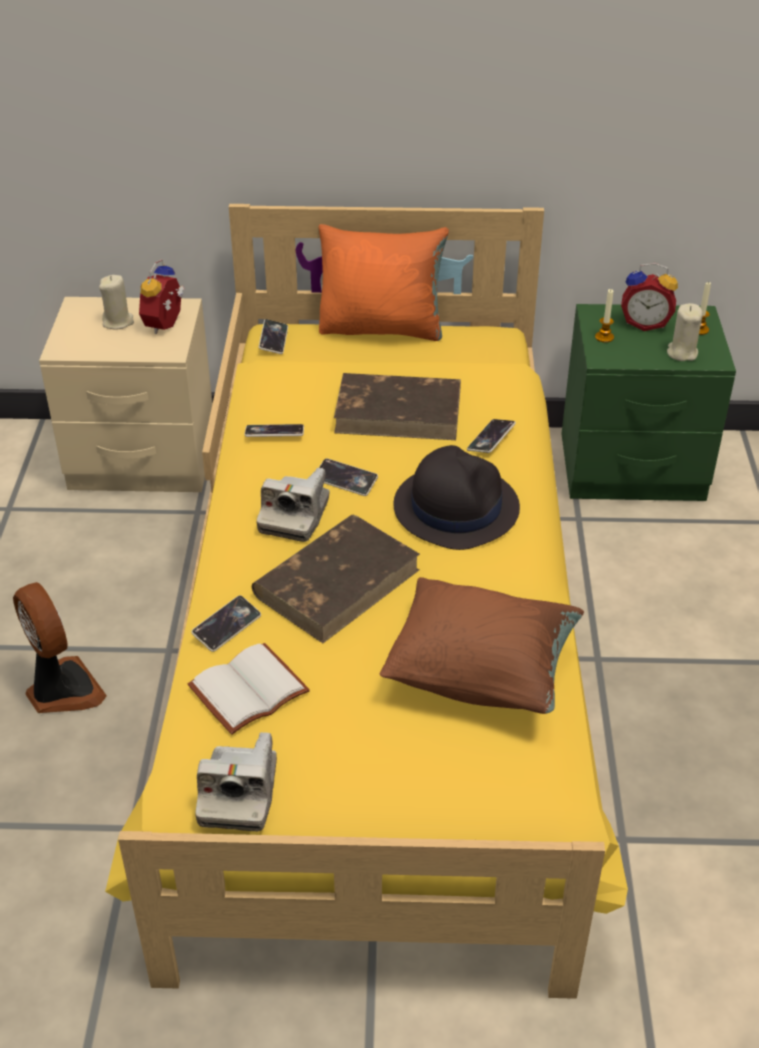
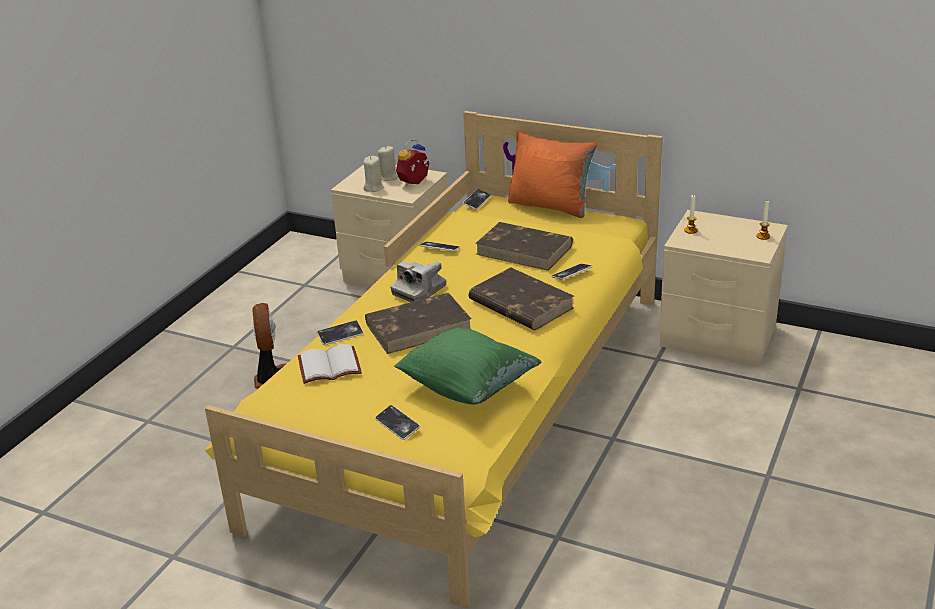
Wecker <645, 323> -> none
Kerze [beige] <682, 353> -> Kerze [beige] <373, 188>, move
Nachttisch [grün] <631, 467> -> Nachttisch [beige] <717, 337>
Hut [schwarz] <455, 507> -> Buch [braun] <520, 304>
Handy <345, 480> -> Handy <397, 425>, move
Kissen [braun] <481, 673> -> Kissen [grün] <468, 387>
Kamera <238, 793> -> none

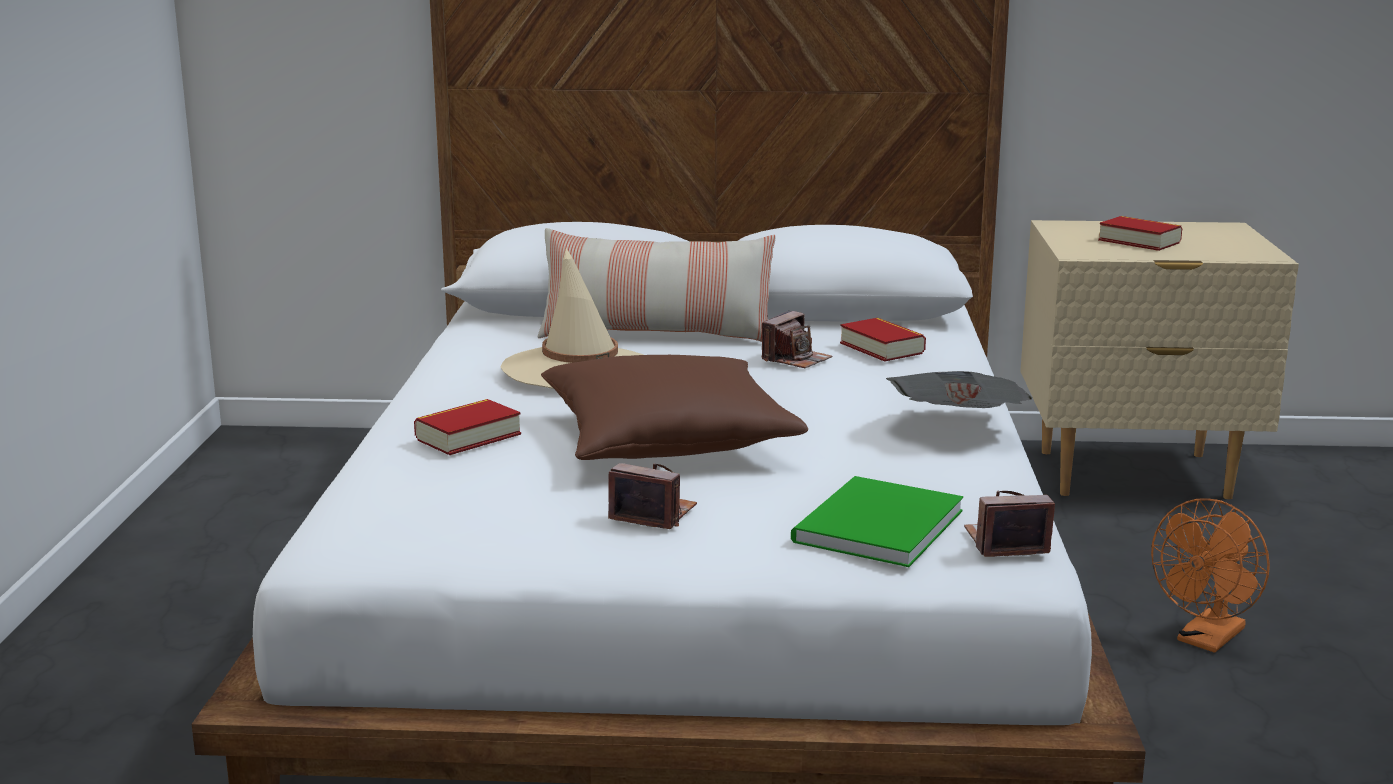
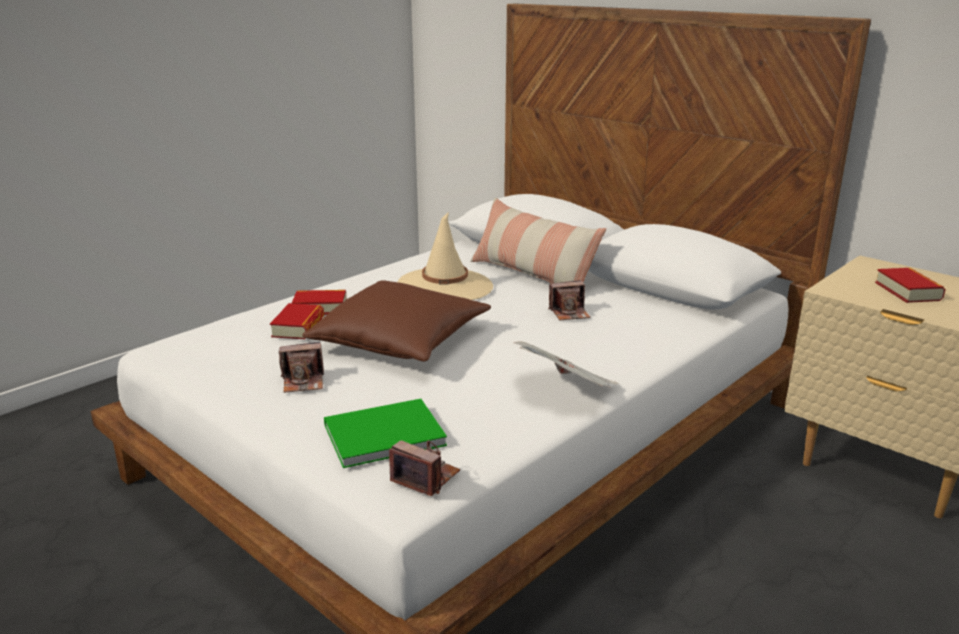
Buch <882, 348> -> Buch <298, 327>, move
Kamera <653, 514> -> Kamera <303, 382>, 105 degrees clockwise
Ventilator [orange] <1206, 640> -> none

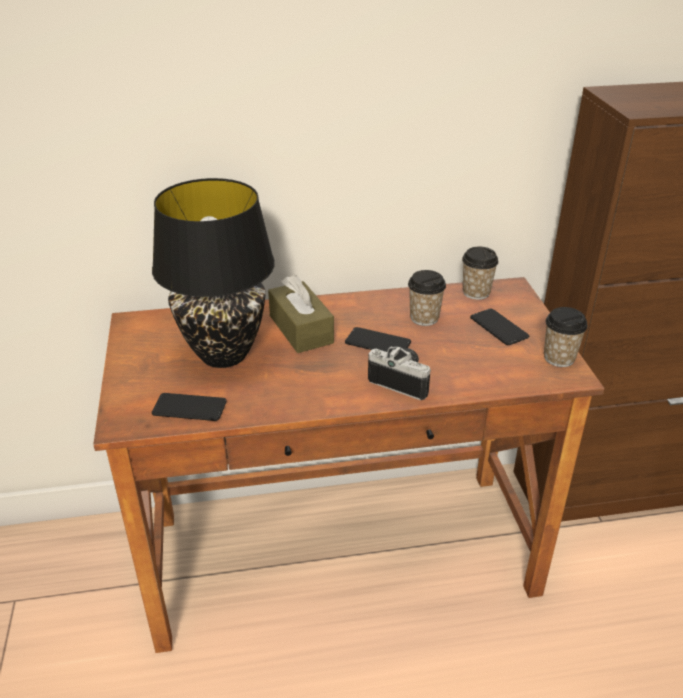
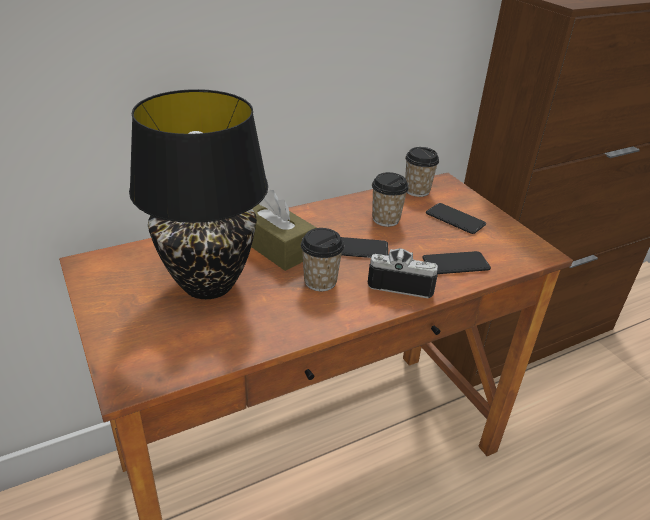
Tasse <559, 358> -> Tasse <320, 281>, move
Handy <189, 408> -> Handy <456, 264>, move

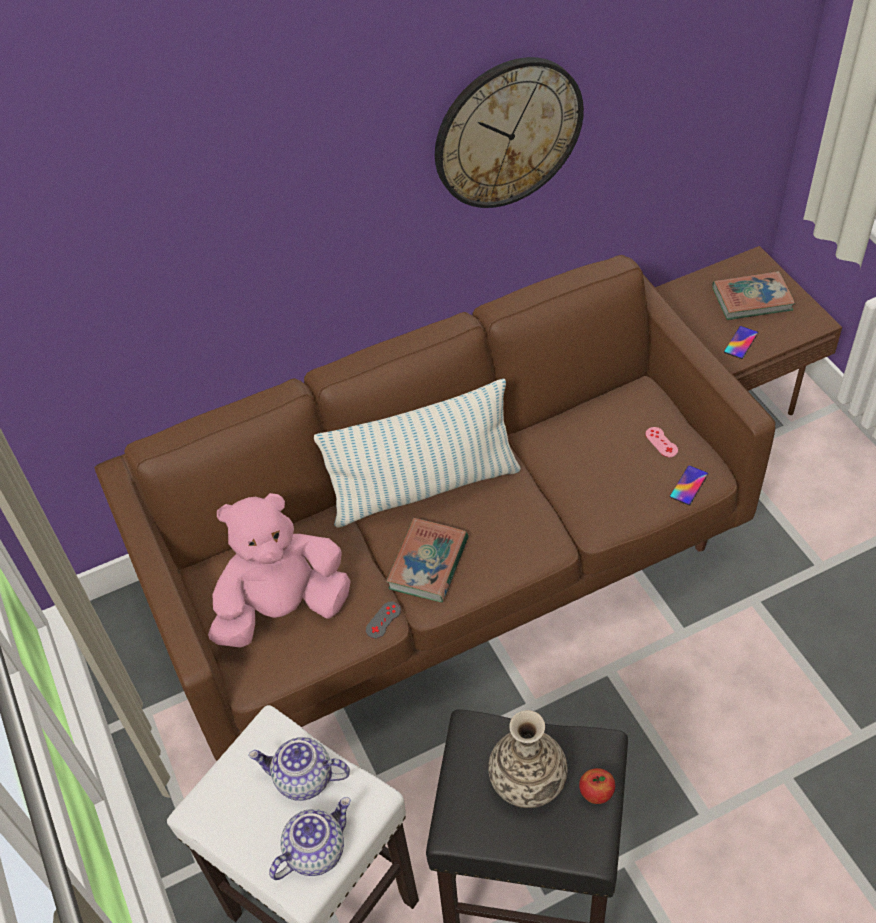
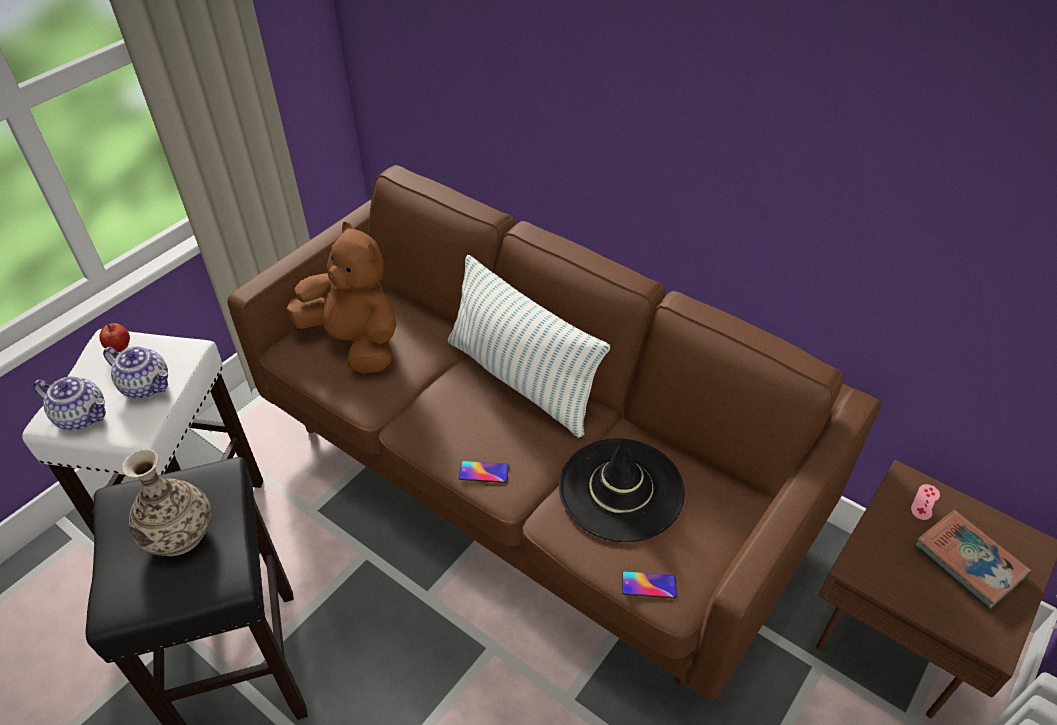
Wanduhr <508, 133> -> none
Handy <741, 342> -> Handy <484, 472>, move
Gamepad [rosa] <661, 442> -> Gamepad [rosa] <925, 502>, move
Plüschtier [rosa] <282, 608> -> Plüschtier [braun] <355, 342>
Buch <428, 563> -> none
Gamepad [grau] <383, 620> -> none
Teekanne <303, 779> -> Teekanne <147, 385>, 135 degrees clockwise
Apfel <596, 793> -> Apfel <119, 347>, move
none -> Hut [schwarz] <621, 489>

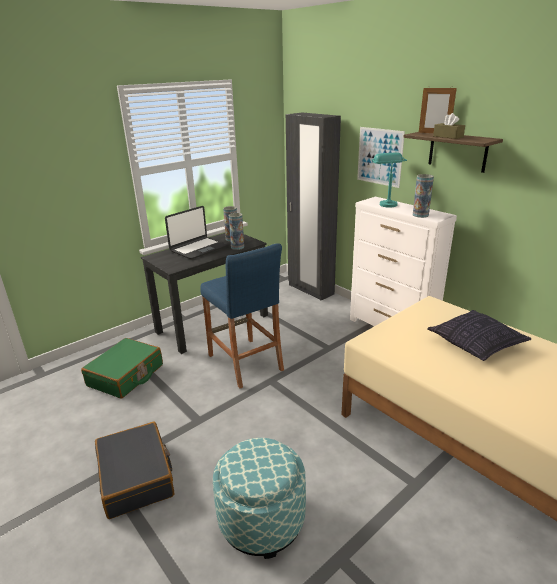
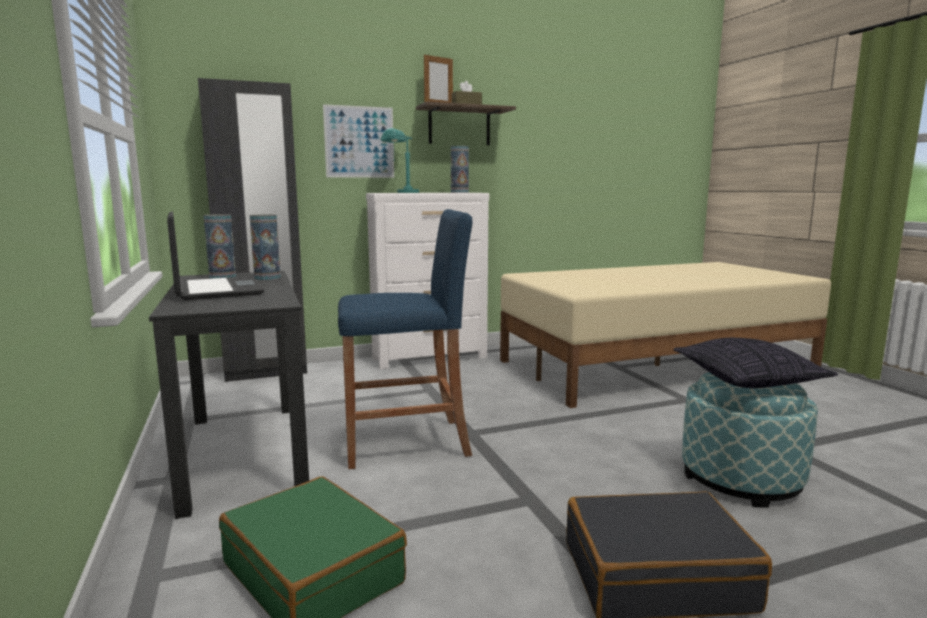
Kissen <475, 344> -> Kissen <748, 380>, move

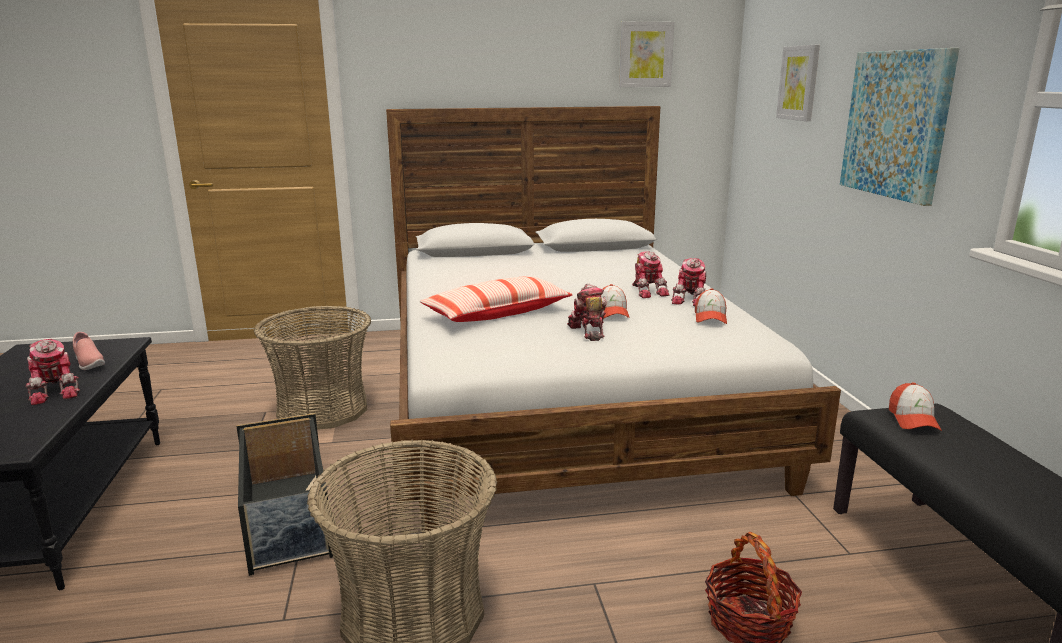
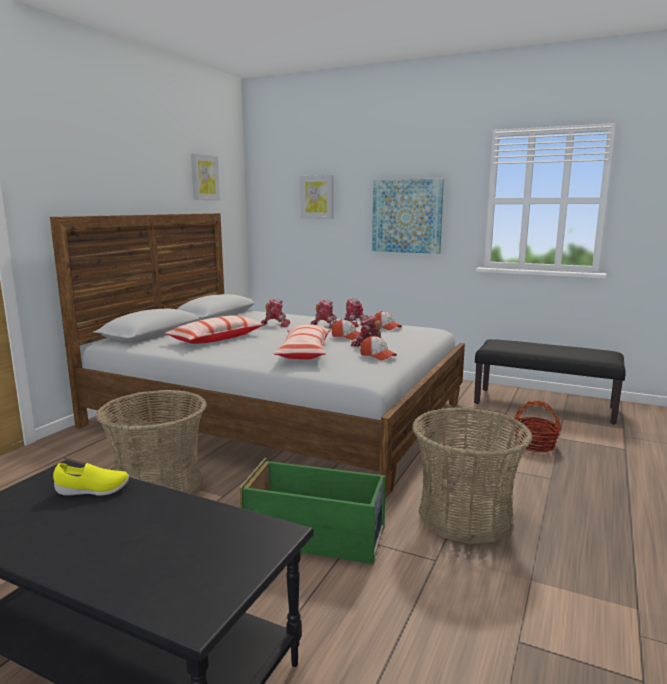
Schuh [rosa] <89, 363> -> Schuh [gelb] <92, 491>
Spielzeugroboter <57, 391> -> Spielzeugroboter <276, 324>, move
Kappe <913, 419> -> Kappe <377, 356>, move
Aufbewahrungsbox [schwarz] <288, 520> -> Aufbewahrungsbox [grün] <316, 536>
none -> Kissen <216, 339>

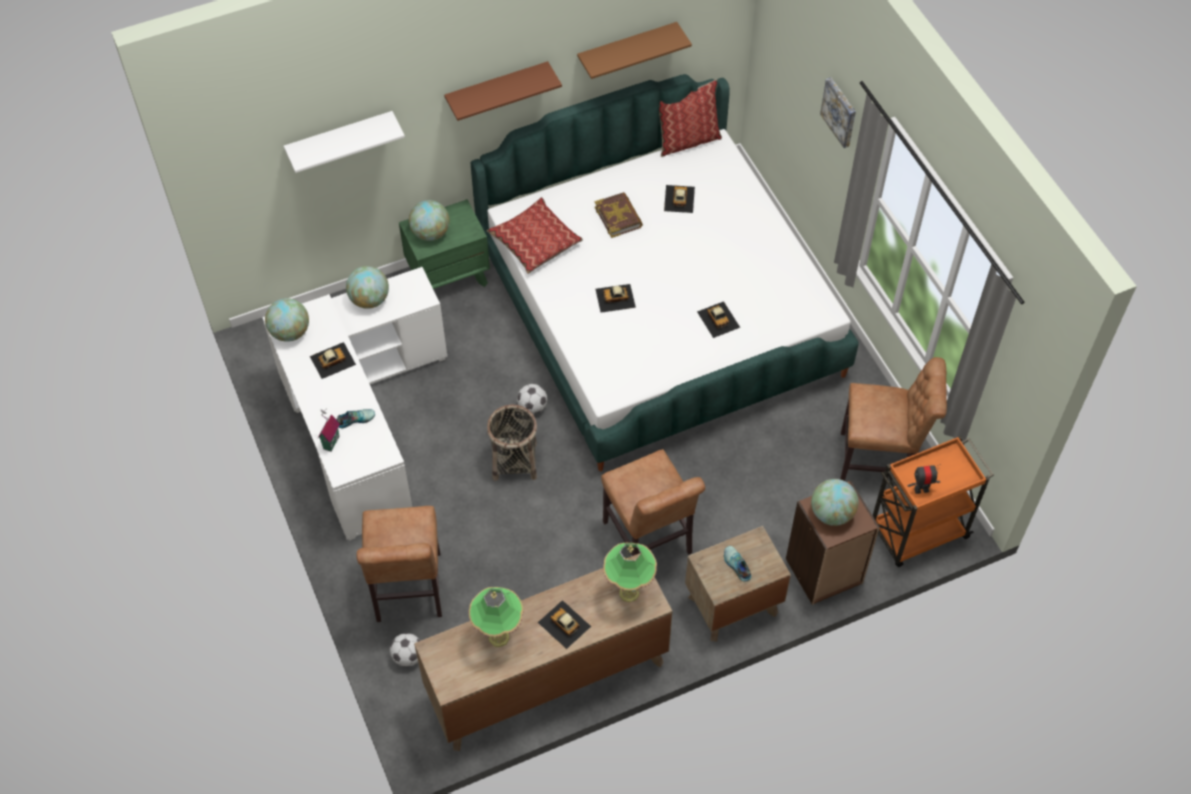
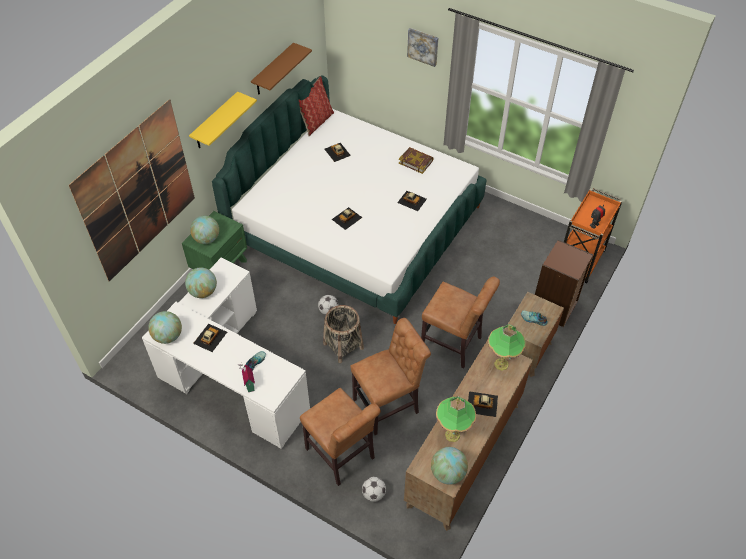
Wandregal [braun] <497, 89> -> Wandregal [gelb] <215, 121>
Wandregal [weiß] <340, 139> -> Bild <138, 192>
Buch <618, 217> -> Buch <416, 162>, move
Kissen <535, 241> -> none
Stuhl [braun] <879, 462> -> Stuhl [braun] <389, 405>, move
Globus <832, 513> -> Globus <448, 473>, move

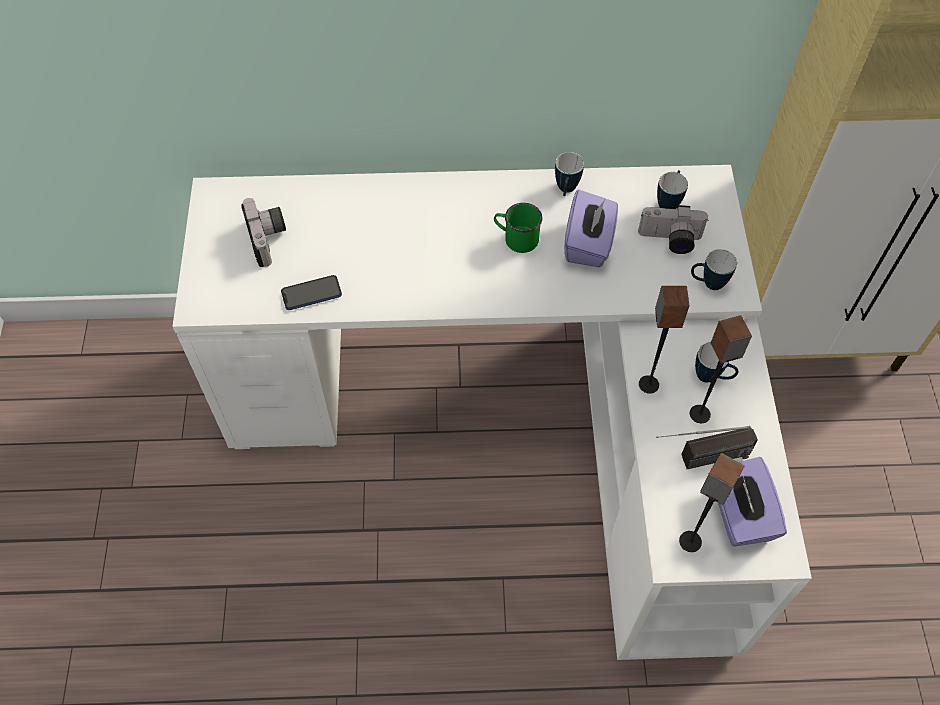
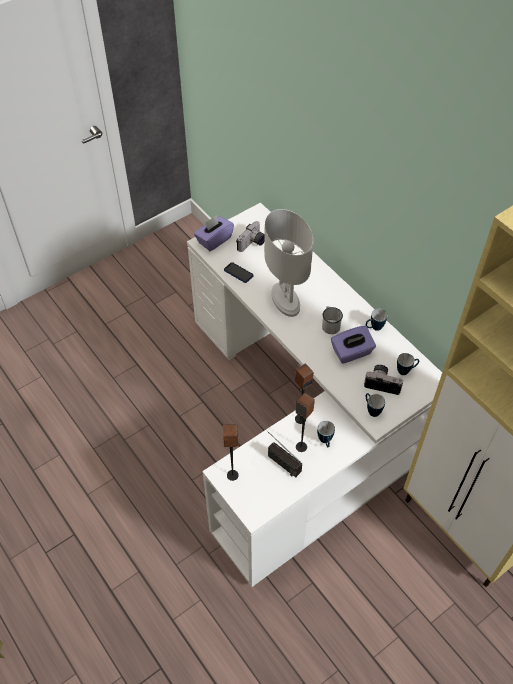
Henkelbecher [grün] <516, 238> -> Henkelbecher [weiß] <330, 324>
Kamera <670, 241> -> Kamera <383, 383>, 135 degrees clockwise
Taschentuchbox [lila] <740, 514> -> Taschentuchbox [lila] <214, 240>, move
none -> Tischlampe [weiß] <286, 300>

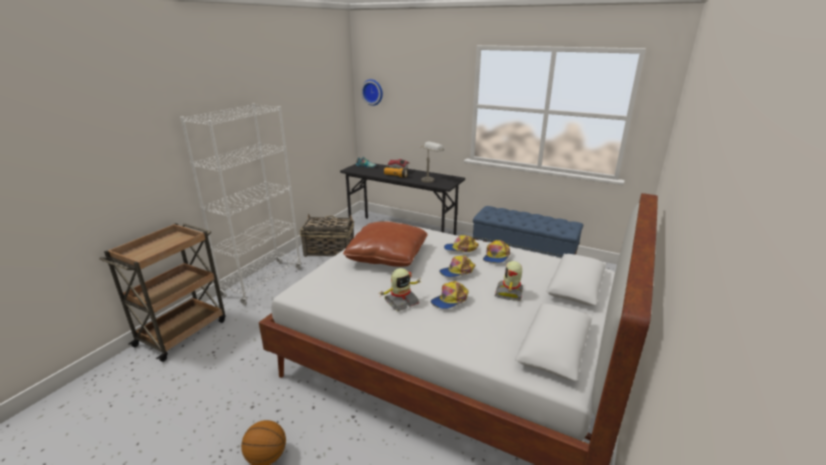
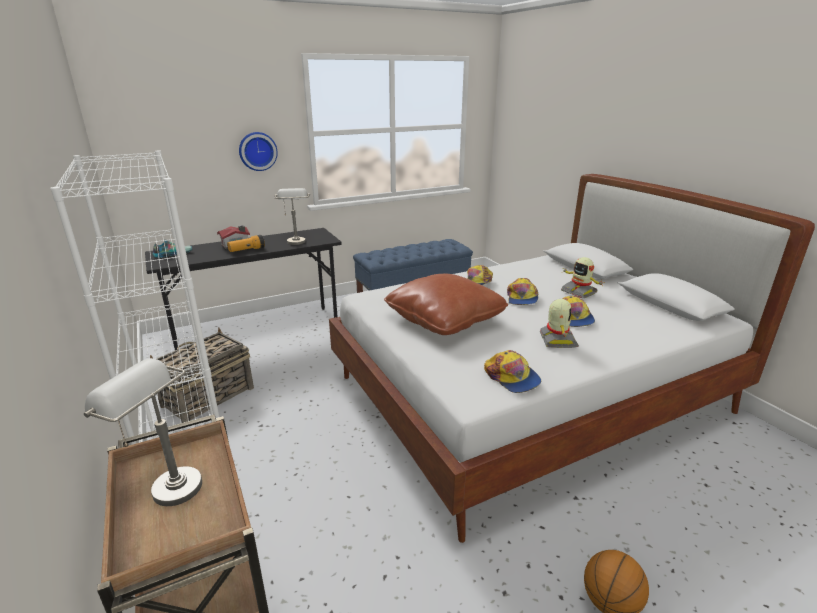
Wanduhr <373, 92> -> Wanduhr <257, 151>, move
Kappe <496, 256> -> Kappe <512, 377>, move
none -> Tischlampe [grau] <163, 485>

